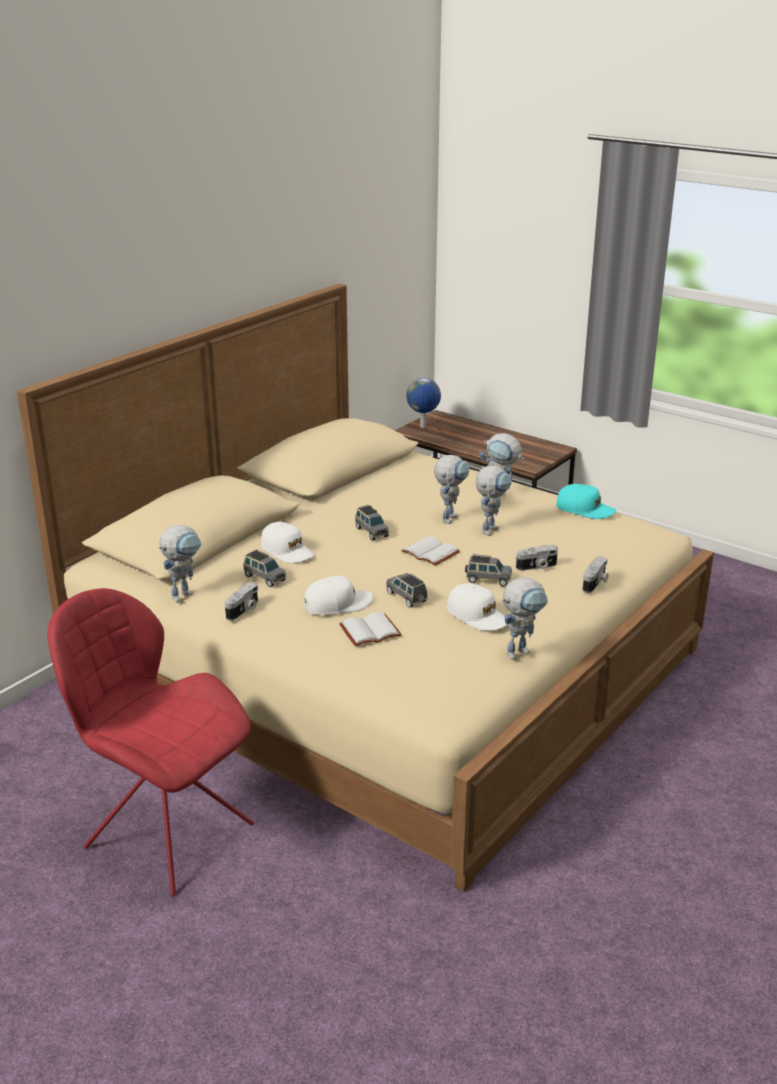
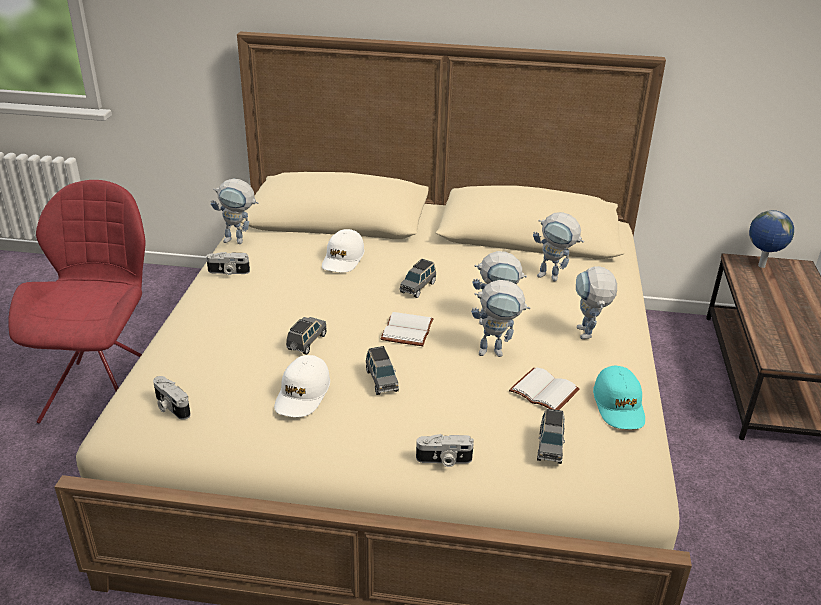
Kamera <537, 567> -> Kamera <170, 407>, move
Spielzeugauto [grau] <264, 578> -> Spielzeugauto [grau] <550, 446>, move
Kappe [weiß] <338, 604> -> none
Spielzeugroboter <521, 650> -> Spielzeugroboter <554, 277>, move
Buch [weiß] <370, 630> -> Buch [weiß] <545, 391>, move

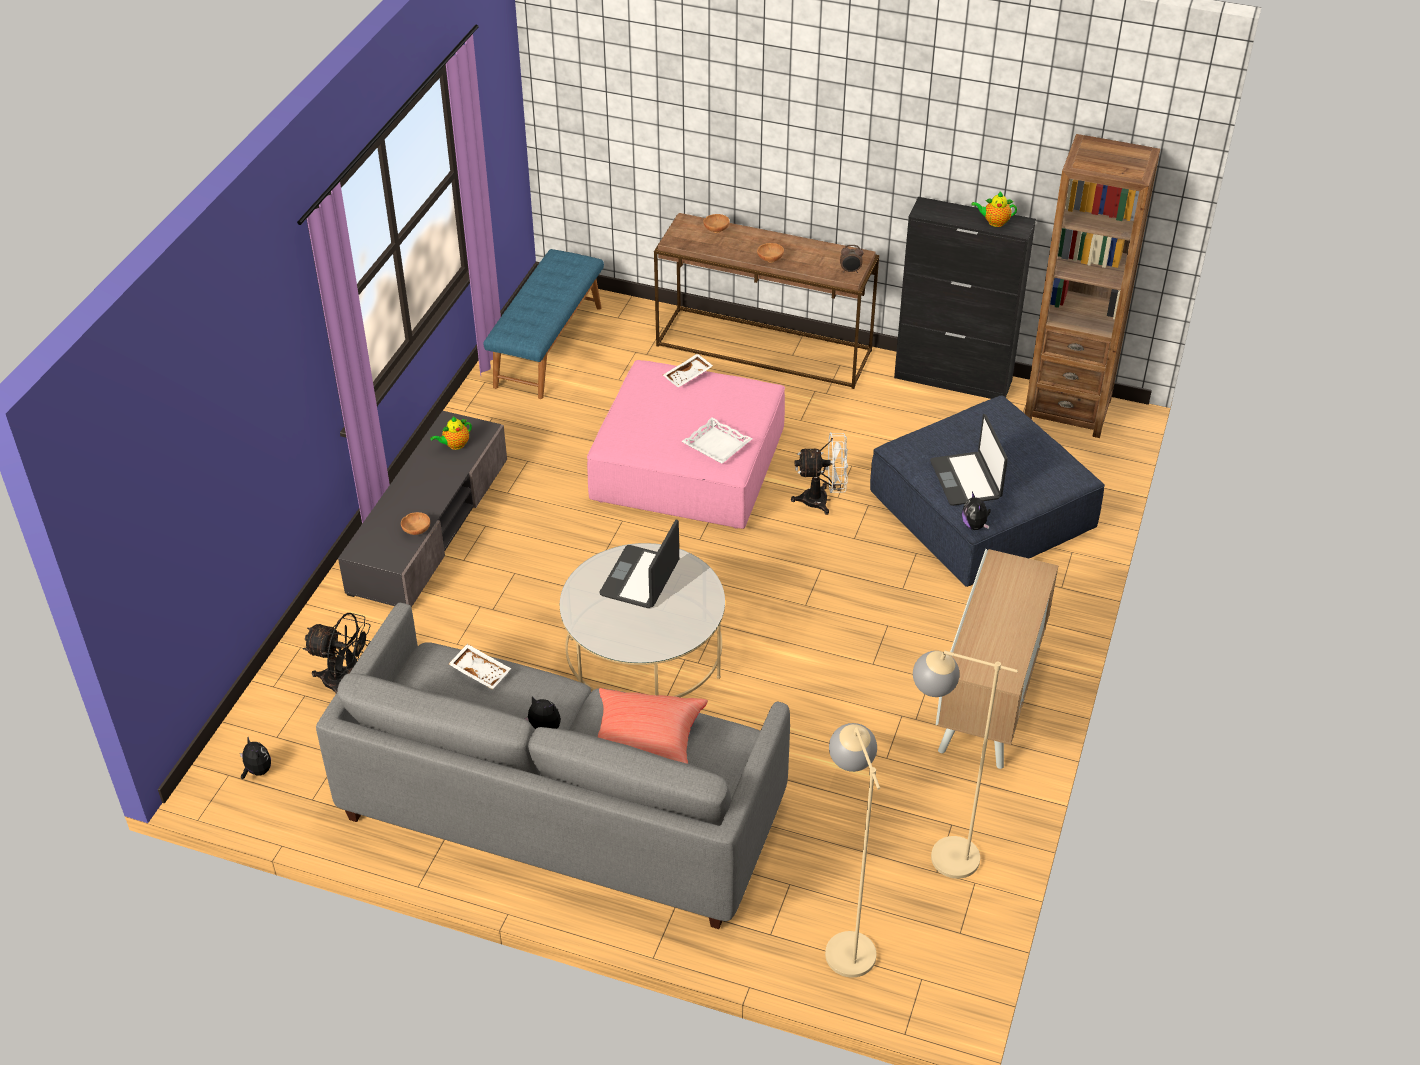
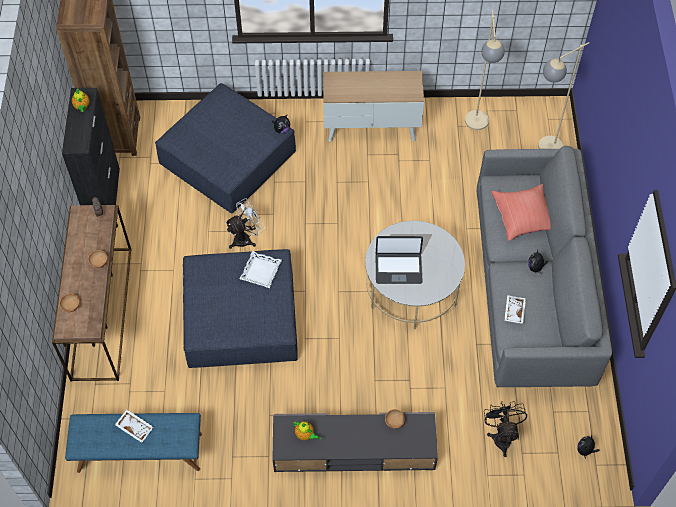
Tablett [weiß] <688, 376> -> Tablett [weiß] <135, 427>, move
Polsterhocker [rosa] <688, 467> -> Polsterhocker [blau] <241, 318>
Laptop <966, 480> -> none
Ventilator [weiß] <822, 500> -> Ventilator [weiß] <246, 238>, 75 degrees clockwise

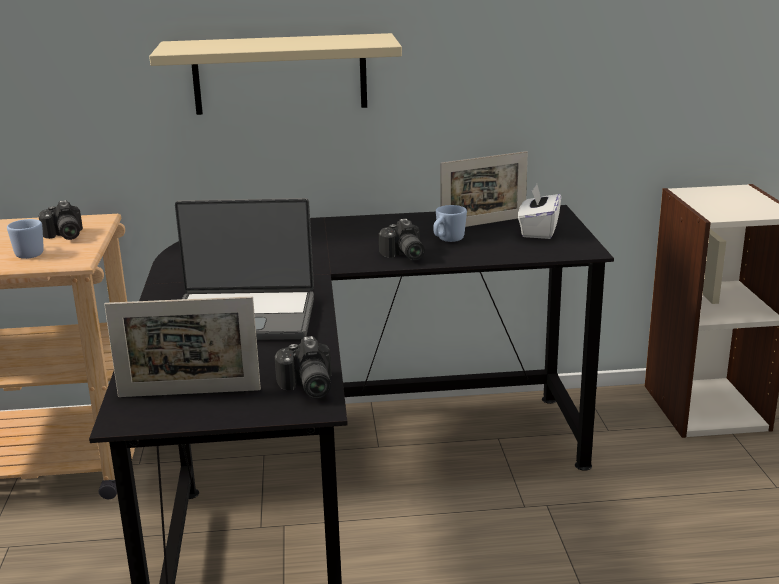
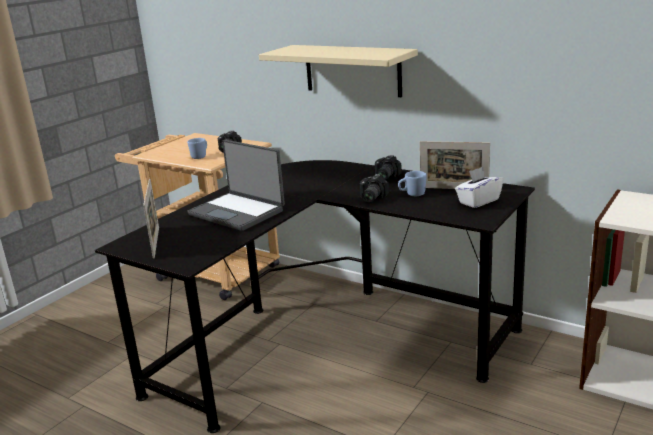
Bilderrahmen <189, 393> -> Bilderrahmen <156, 242>, 135 degrees counterclockwise
Kamera <306, 387> -> Kamera <384, 177>, move

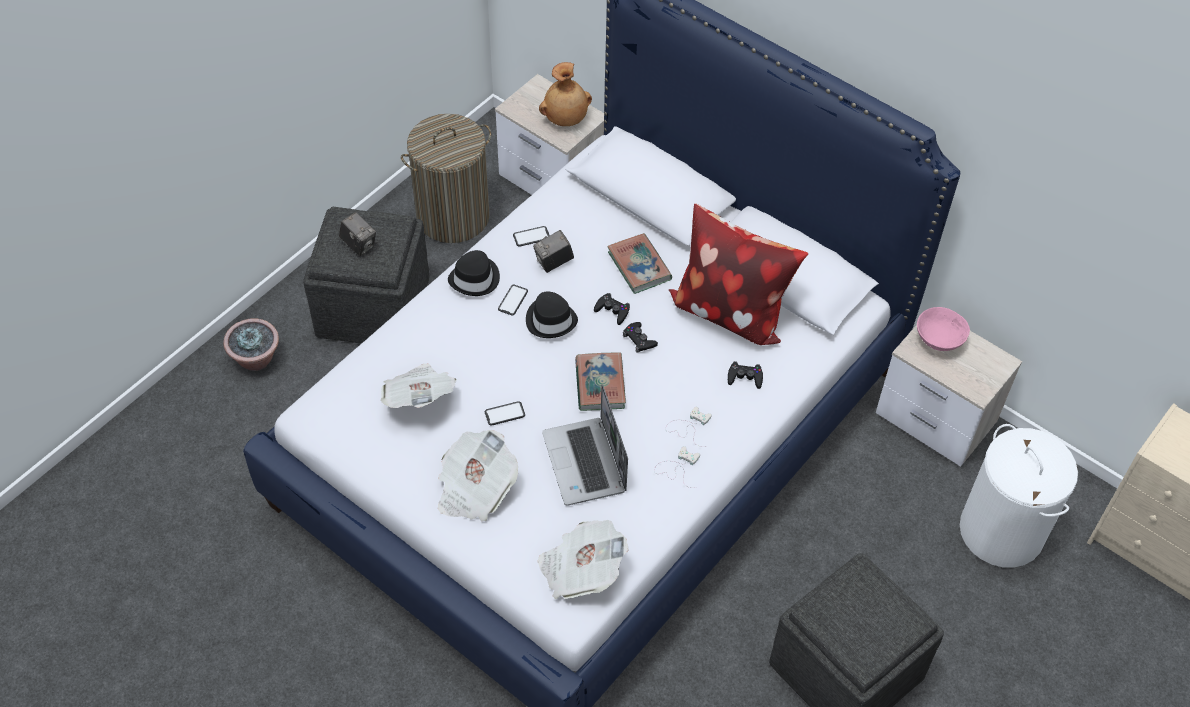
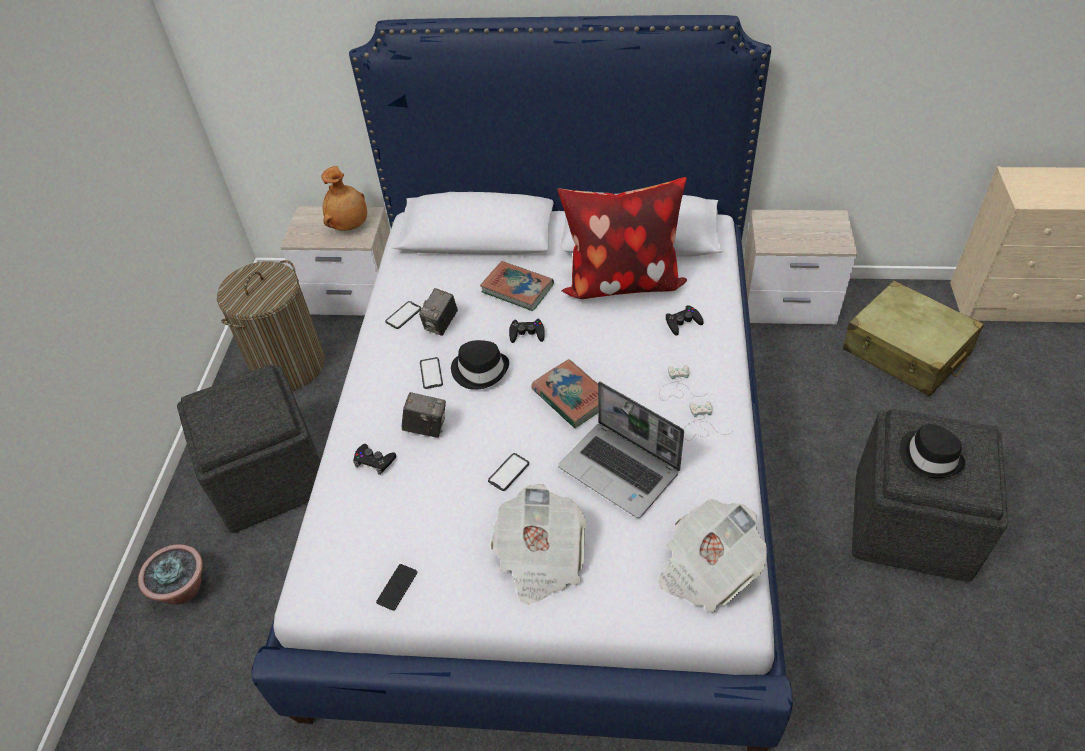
Kamera <359, 245> -> Kamera <426, 427>, move
Hut [schwarz] <475, 279> -> Hut [schwarz] <930, 457>, move
Schüssel [rosa] <938, 341> -> none
Gamepad [schwarz] <639, 340> -> Gamepad [schwarz] <374, 461>, move
Zeitung <419, 398> -> none
Wäschekorb [weiß] <1002, 531> -> Koffer [beige] <906, 351>
none -> Handy <397, 587>

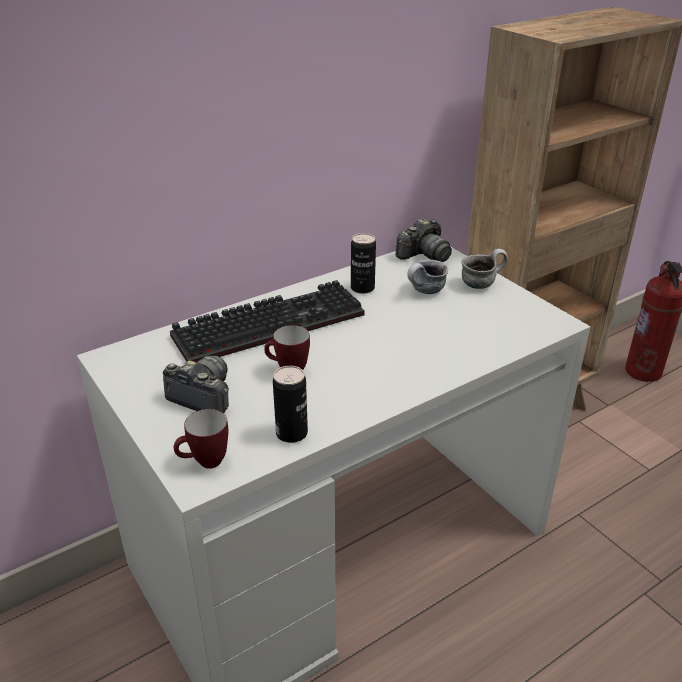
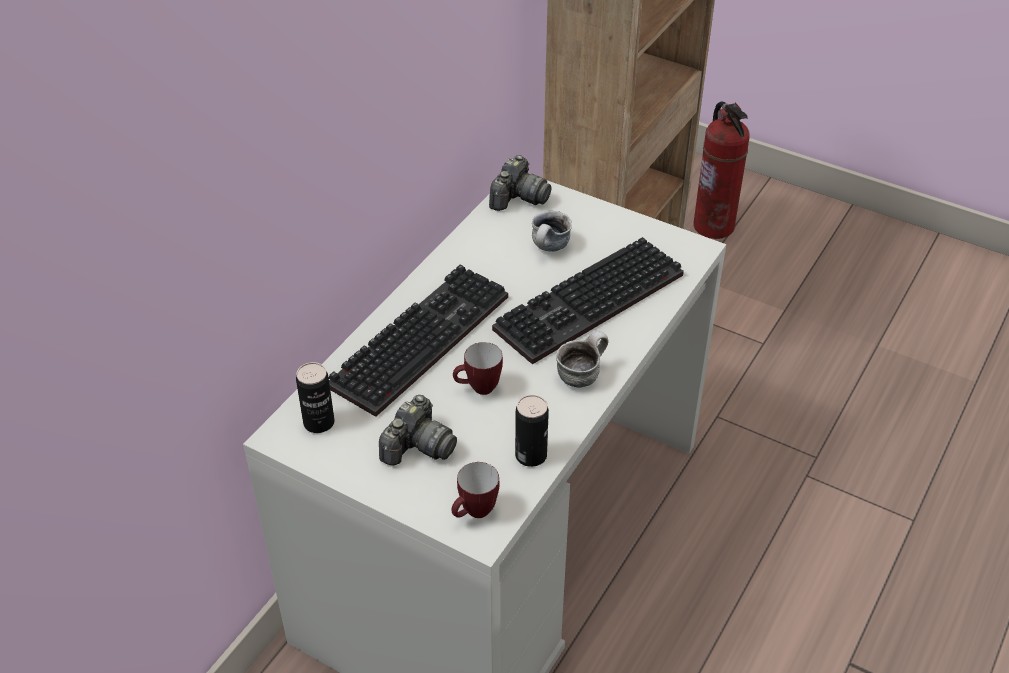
Dose <362, 288> -> Dose <319, 422>, move
Henkelbecher <481, 283> -> Henkelbecher <581, 374>, move
Kamera <203, 397> -> Kamera <418, 446>, 120 degrees clockwise
none -> Tastatur <589, 306>

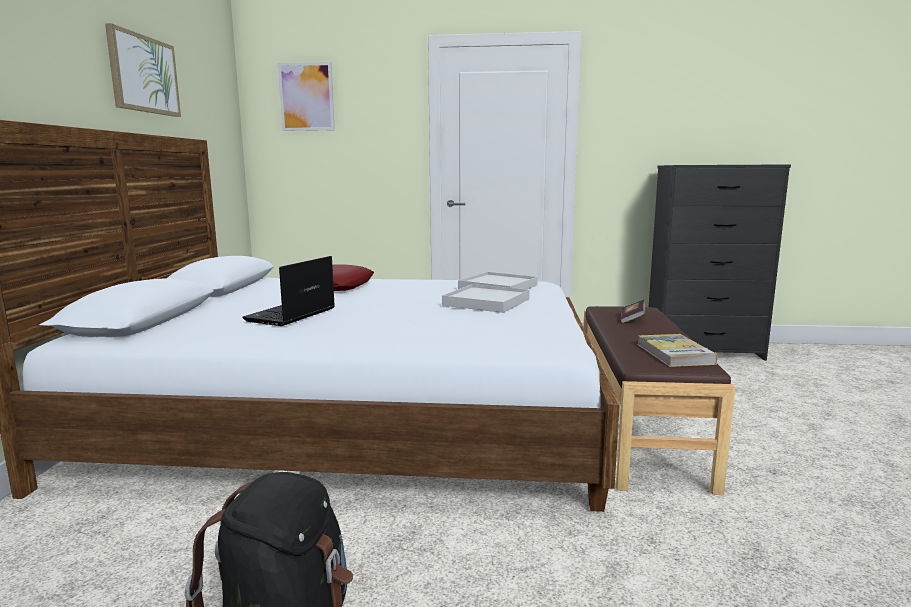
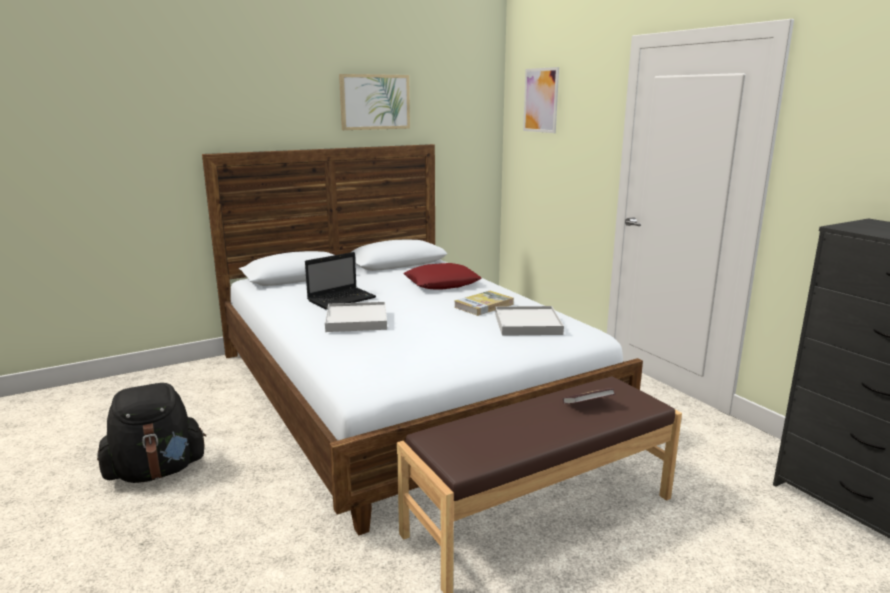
Laptop <290, 315> -> Laptop <342, 299>, 150 degrees clockwise
Tablett [weiß] <486, 302> -> Tablett [weiß] <357, 320>, move
Buch <674, 354> -> Buch <484, 305>, move

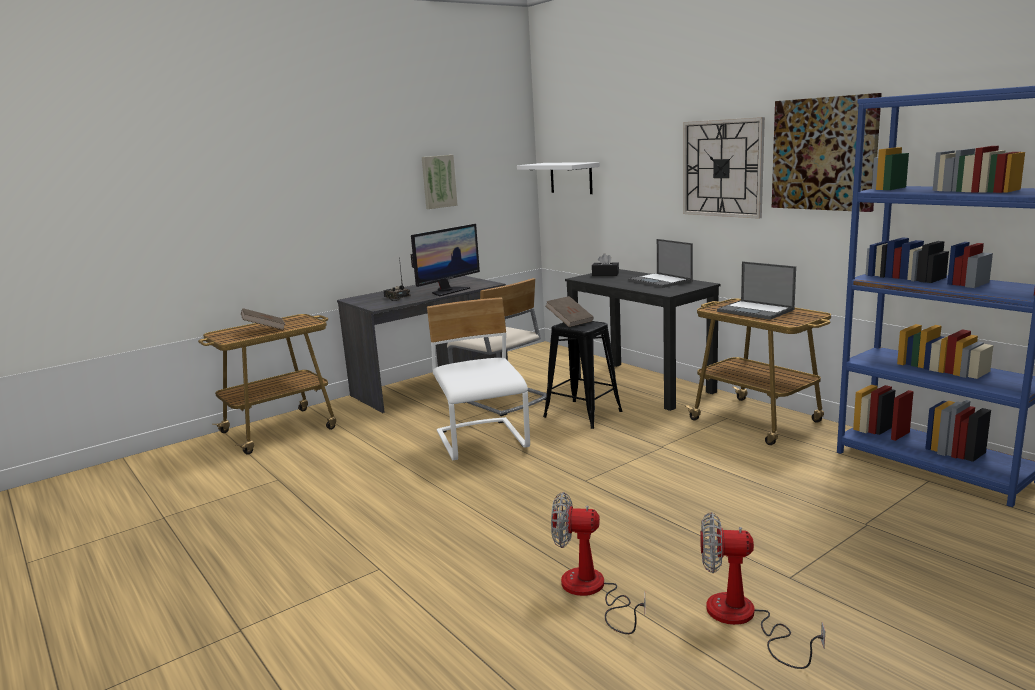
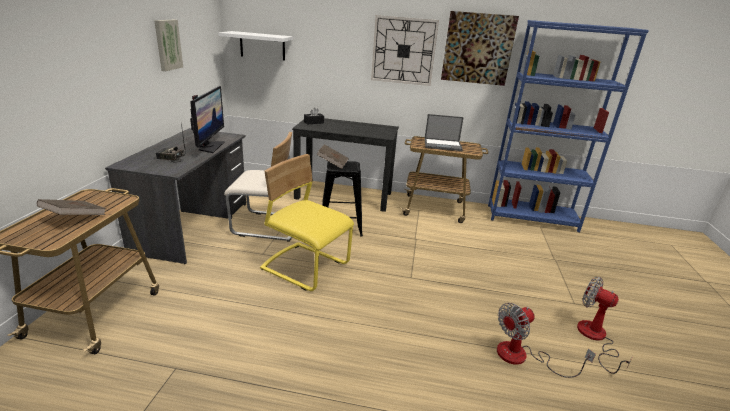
Laptop <660, 281> -> none
Stuhl [weiß] <482, 441> -> Stuhl [gelb] <306, 267>
Ventilator <743, 619> -> Ventilator <595, 338>, 75 degrees clockwise

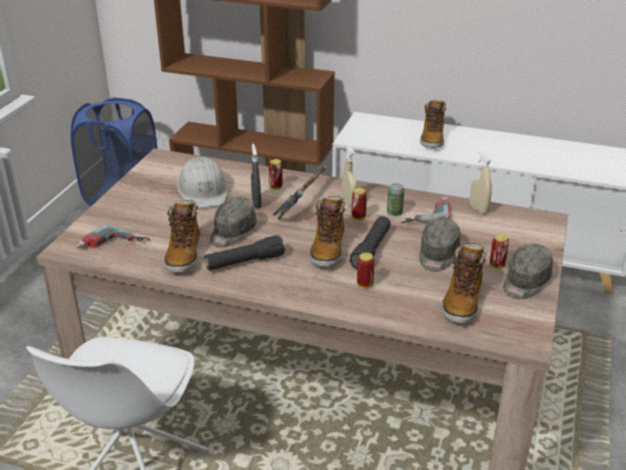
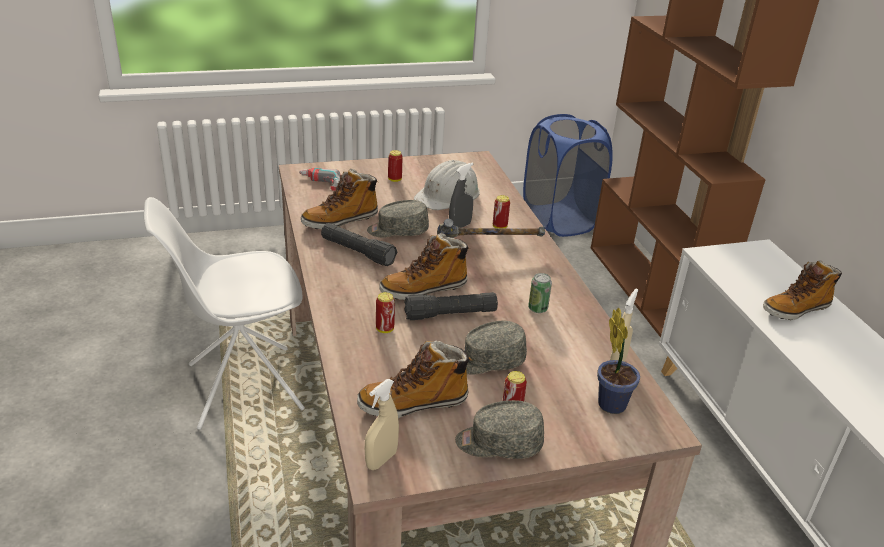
Sprühflasche [beige] <349, 203> -> Sprühflasche [beige] <381, 460>, move
Dose <358, 217> -> Dose <394, 180>, move
Bohrmaschine <425, 214> -> none
none -> Topfpflanze <610, 402>

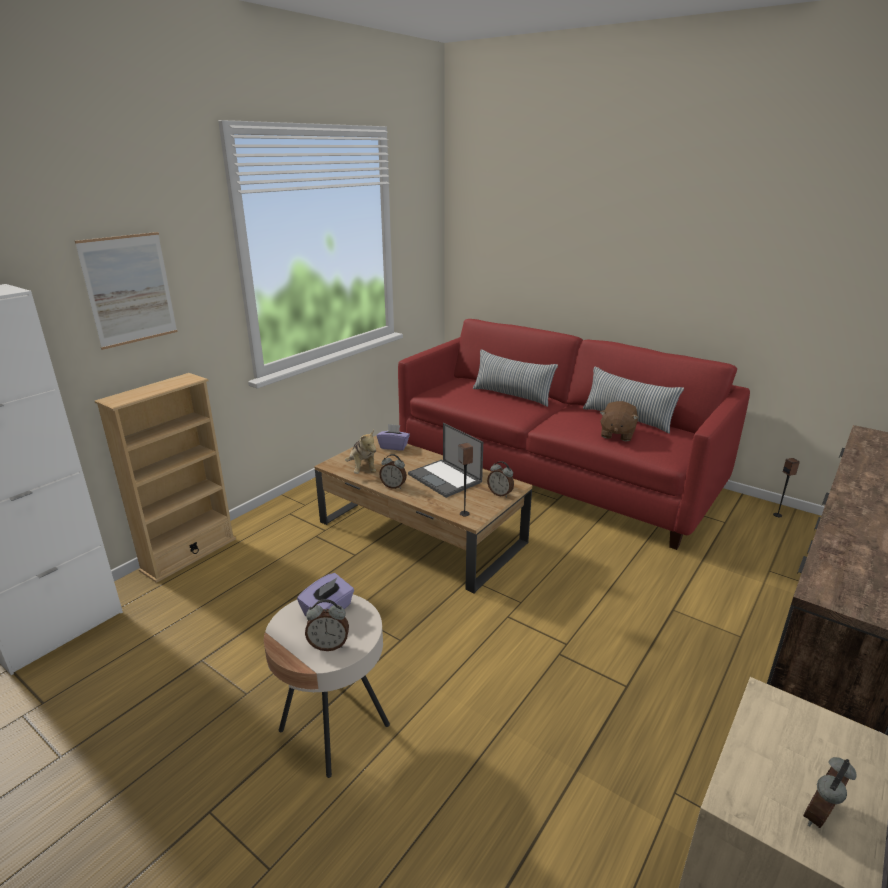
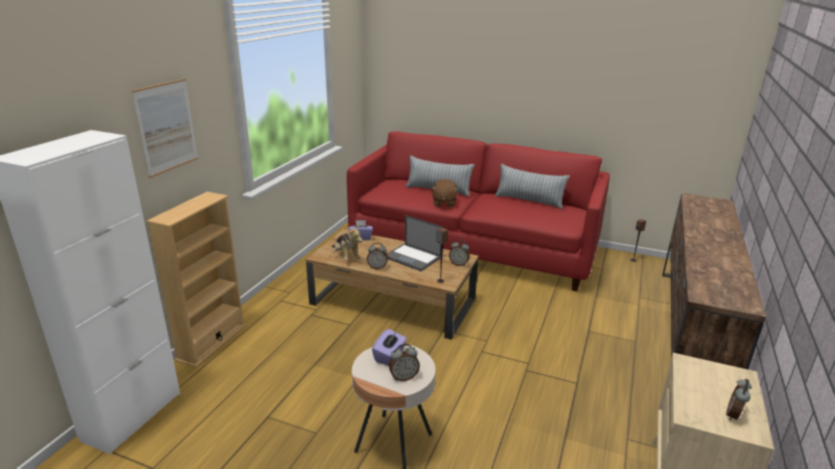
Plüschtier [braun] <616, 434> -> Plüschtier [braun] <444, 203>, move

